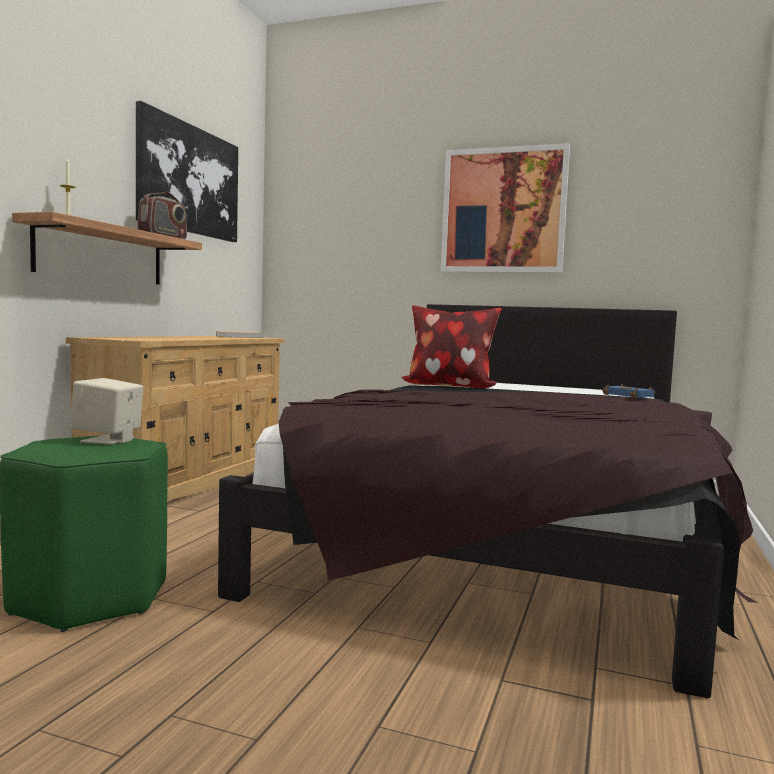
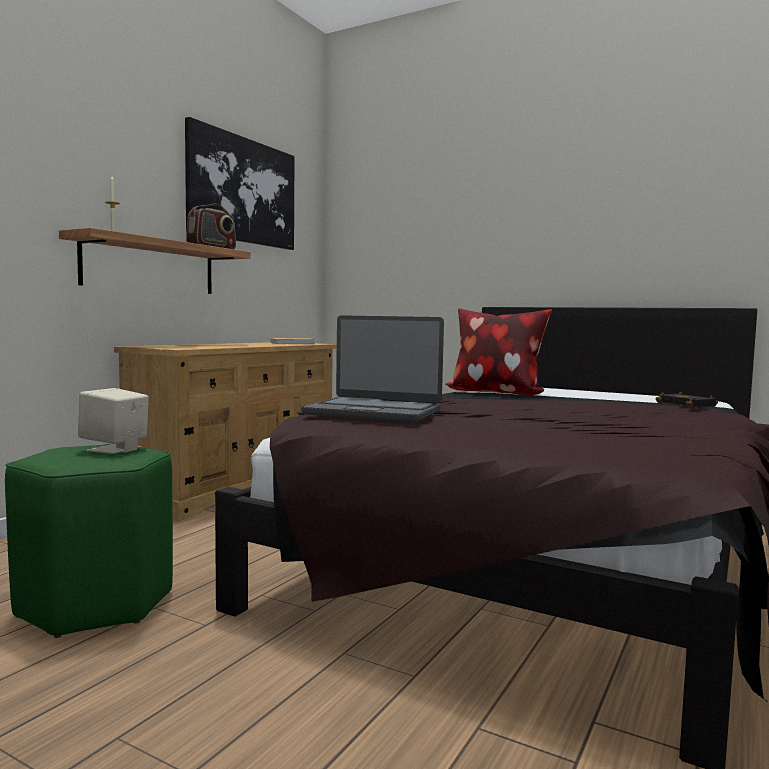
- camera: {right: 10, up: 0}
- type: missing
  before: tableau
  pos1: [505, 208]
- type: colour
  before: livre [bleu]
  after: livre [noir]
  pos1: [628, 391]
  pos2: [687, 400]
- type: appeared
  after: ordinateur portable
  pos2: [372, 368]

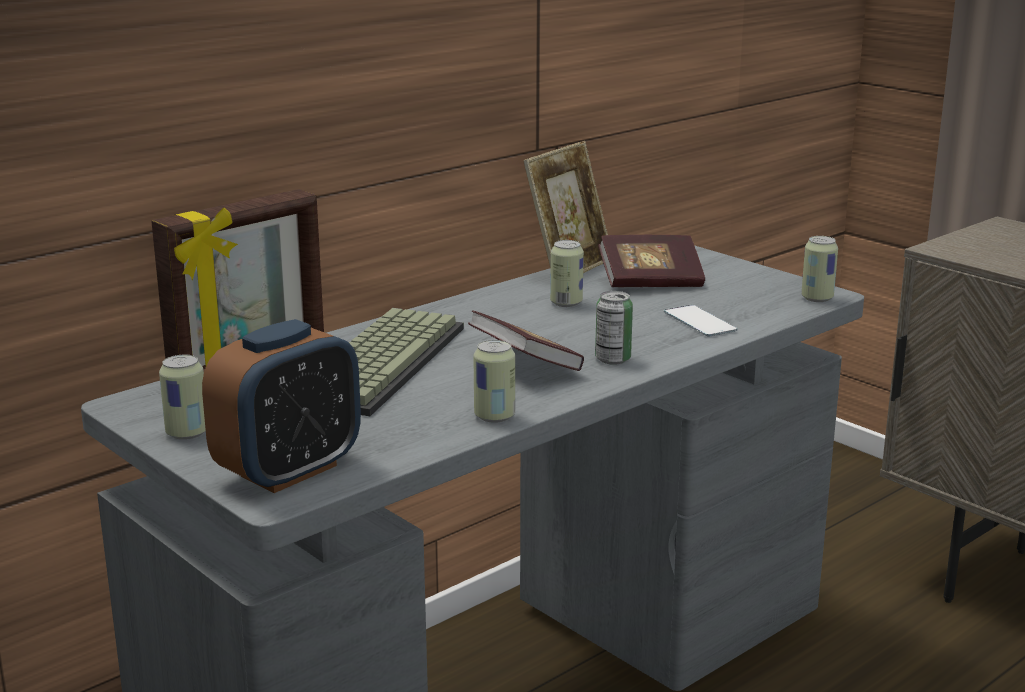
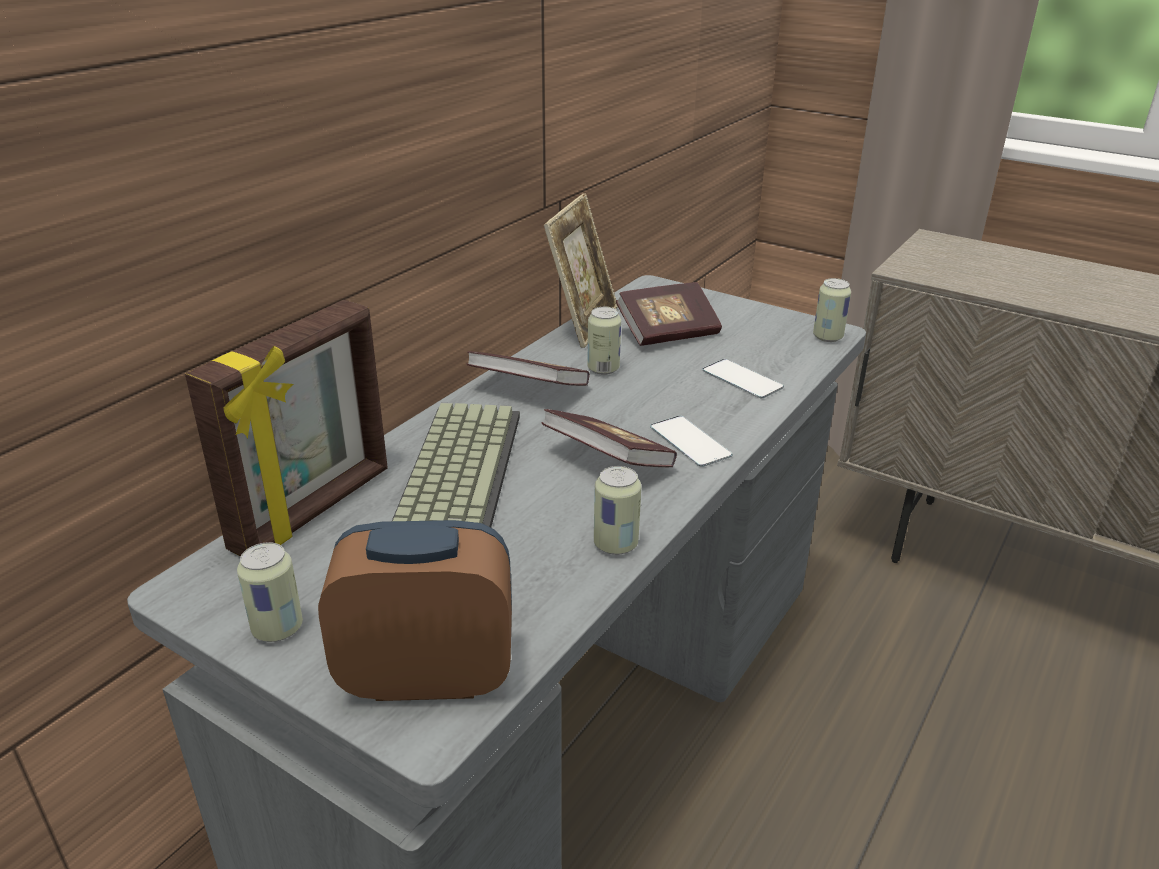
- camera: {right: -15, up: 10}
- type: spun
  before: réveil
  pos1: [281, 406]
  pos2: [415, 610]
  turn: -120
- type: exchanged
  before: boîte métallique
  after: téléphone
  pos1: [614, 328]
  pos2: [691, 441]
- type: appeared
  after: livre
  pos2: [528, 368]

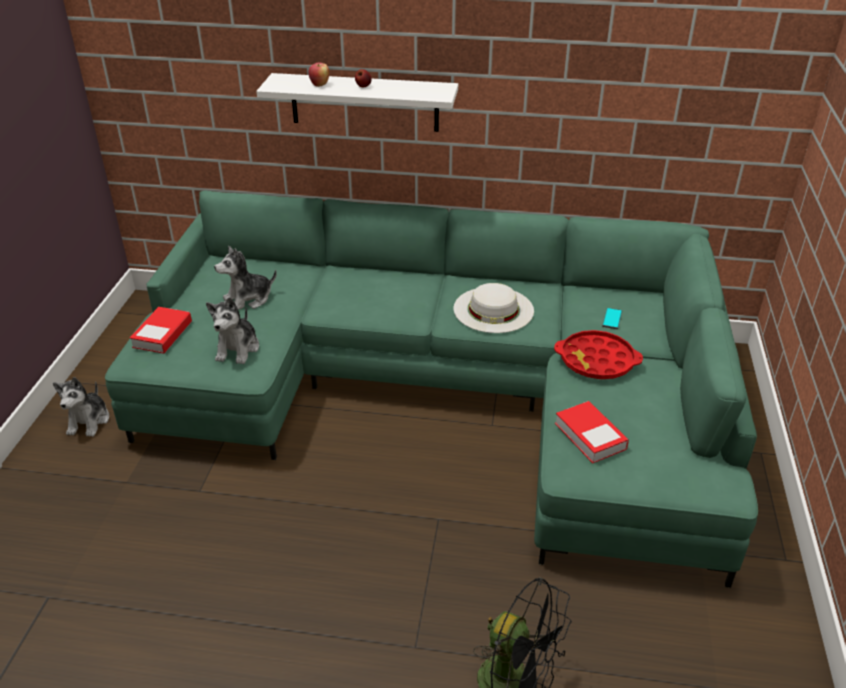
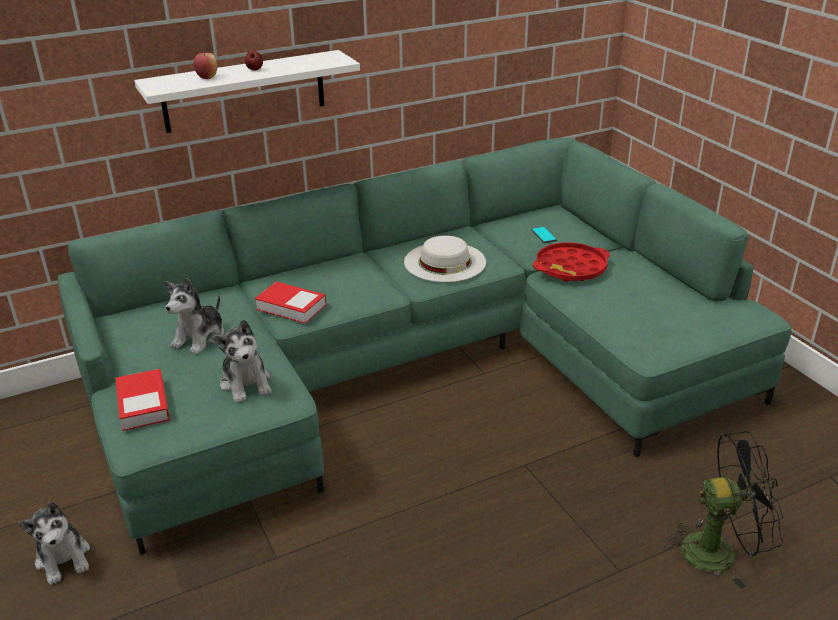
- camera: {right: -35, up: -5}
- type: relocated
  before: livre
  pos1: [592, 432]
  pos2: [290, 303]

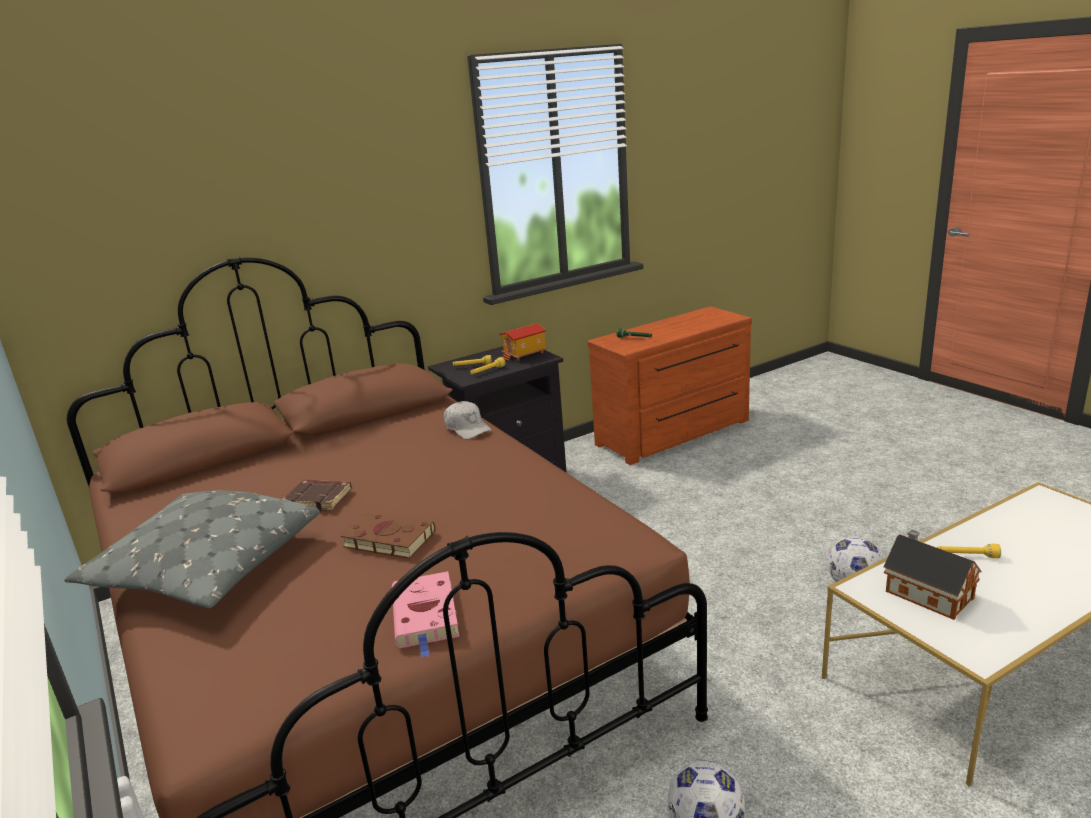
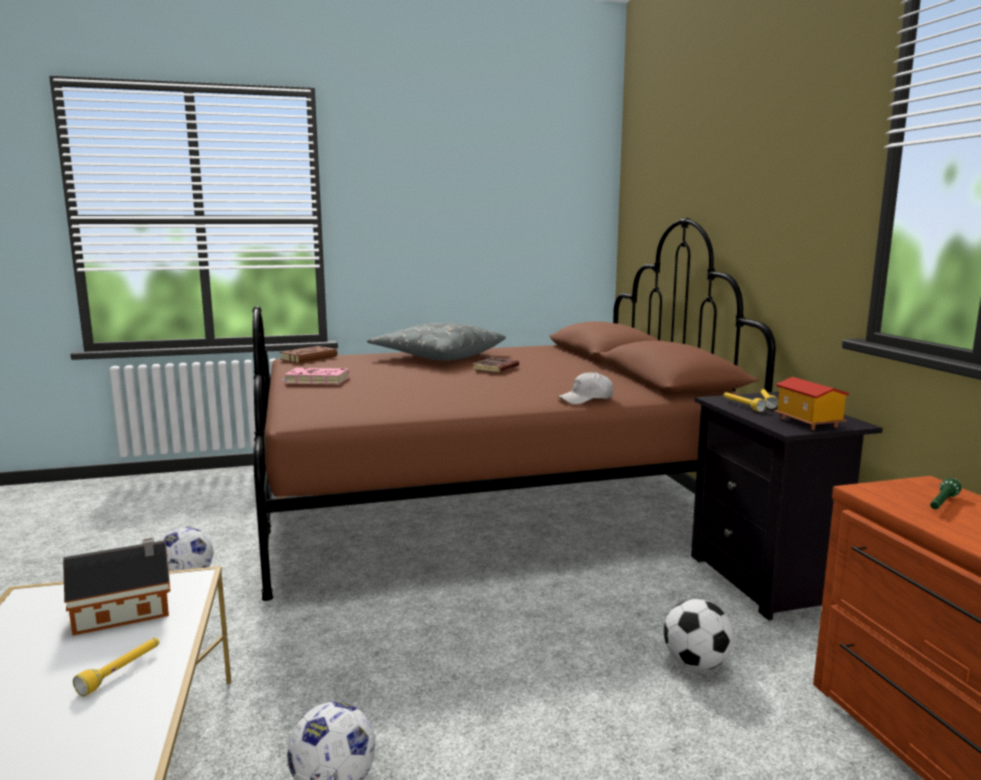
- camera: {right: 105, up: -10}
- type: relocated
  before: livre [marron]
  pos1: [388, 535]
  pos2: [308, 354]
- type: appeared
  after: ballon de foot
  pos2: [699, 634]

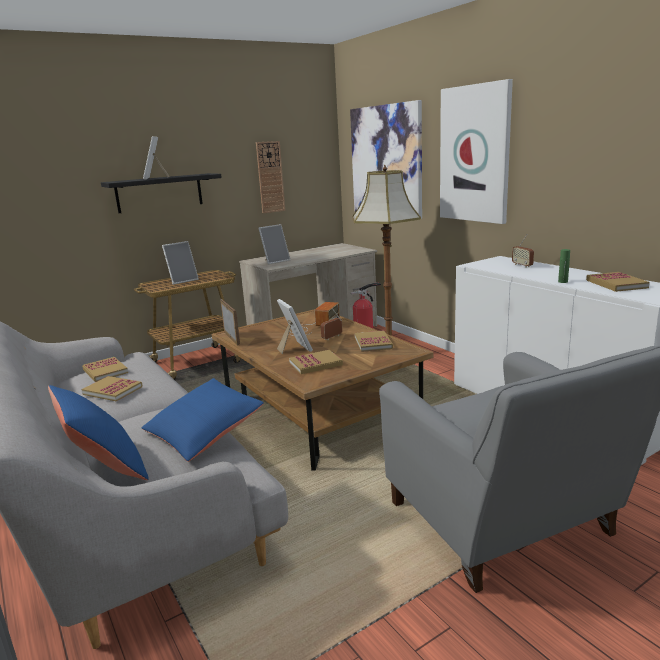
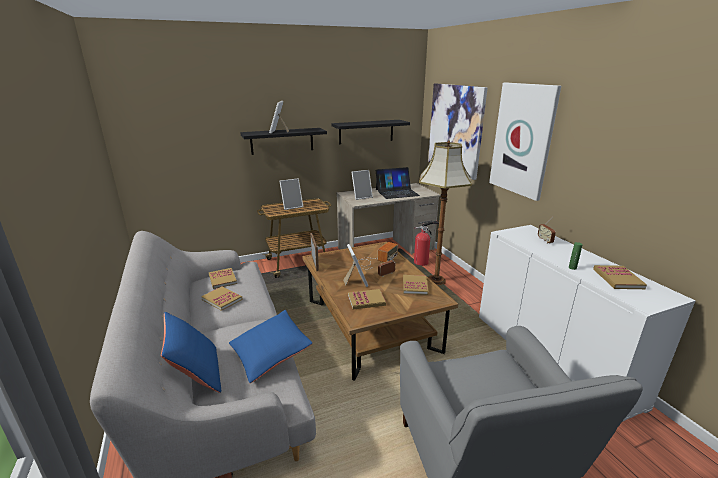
- camera: {right: 10, up: 5}
- type: exchanged
  before: horloge murale
  after: étagère [noir]
  pos1: [270, 177]
  pos2: [370, 132]
- type: appeared
  after: ordinateur portable
  pos2: [398, 183]

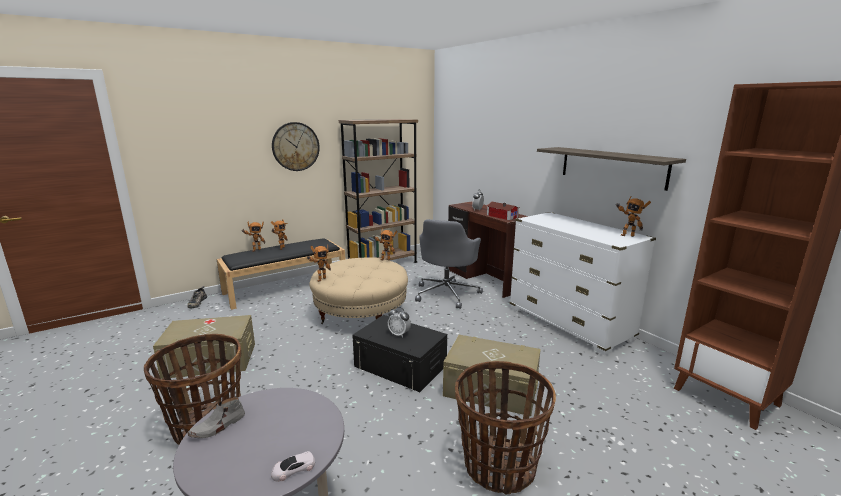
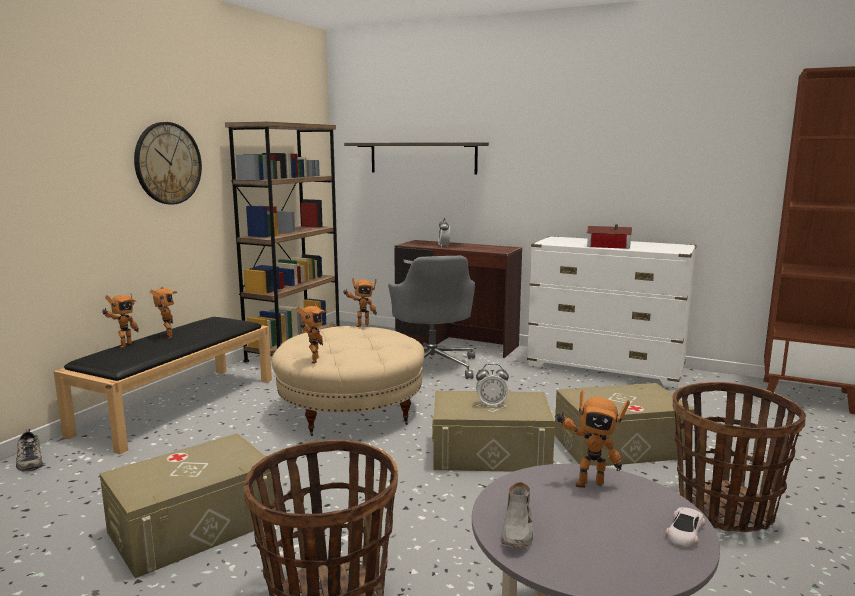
- camera: {right: -30, up: -5}
- type: colour
  before: boîte de rangement [noir]
  after: boîte de rangement [beige]
  pos1: [399, 353]
  pos2: [493, 431]
- type: relocated
  before: maison miniature
  pos1: [503, 211]
  pos2: [609, 236]
- type: relocated
  before: étagère
  pos1: [611, 169]
  pos2: [416, 158]
- type: relocated
  before: robot jouet
  pos1: [633, 217]
  pos2: [592, 439]

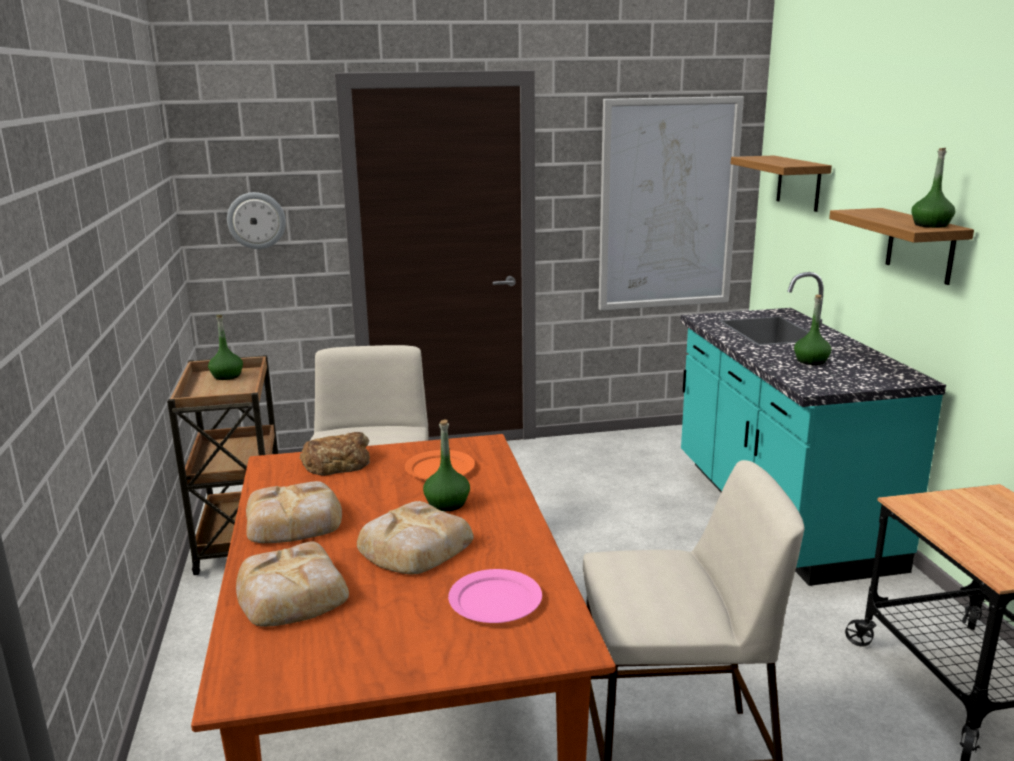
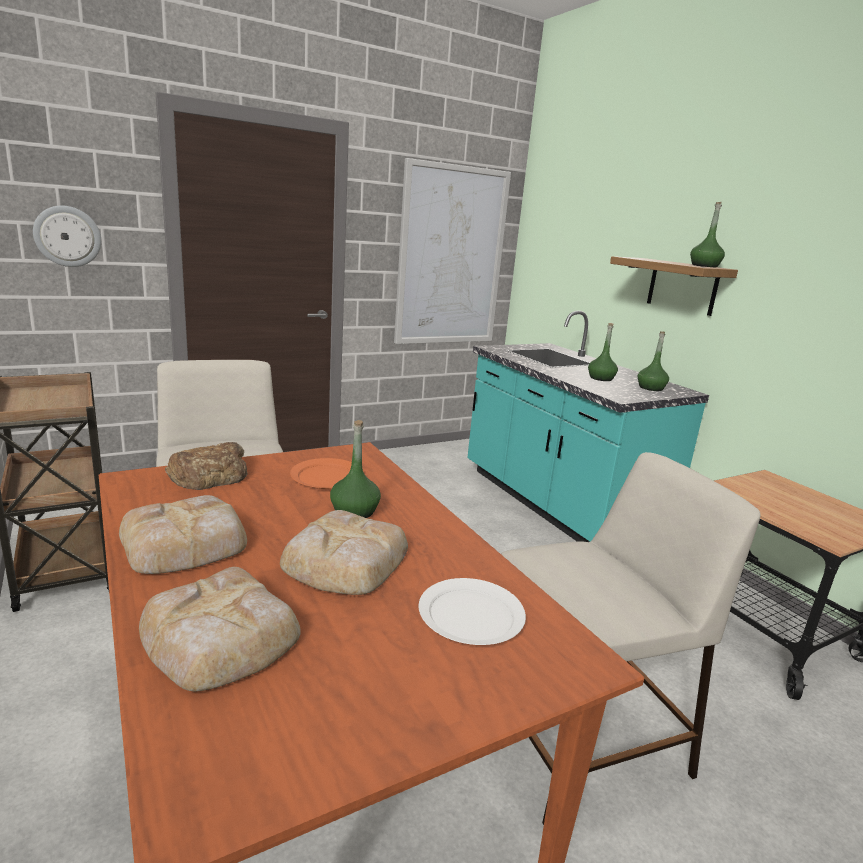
- camera: {right: -20, up: 0}
- type: relocated
  before: bouteille [vert]
  pos1: [225, 347]
  pos2: [653, 361]
- type: colour
  before: assiette [rose]
  after: assiette [blanc]
  pos1: [495, 596]
  pos2: [472, 611]
- type: missing
  before: étagère
  pos1: [781, 183]

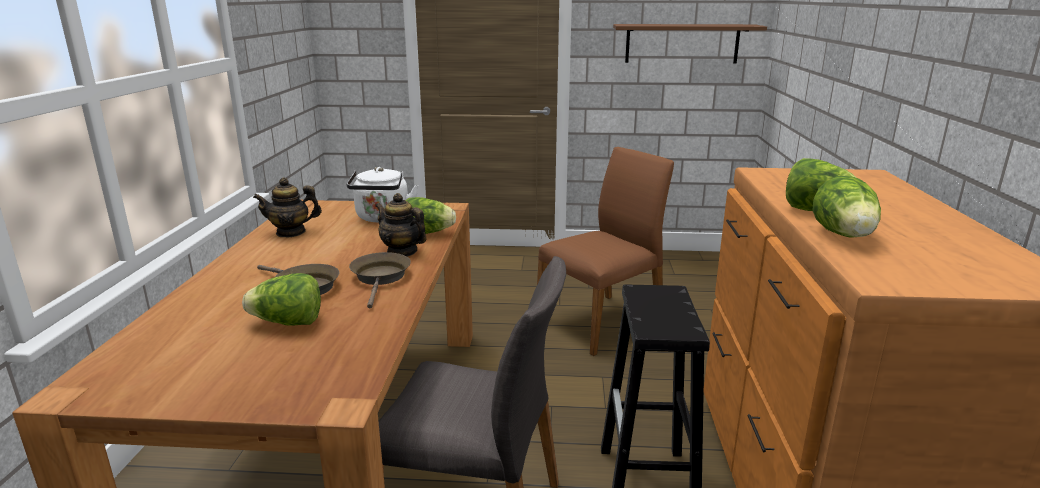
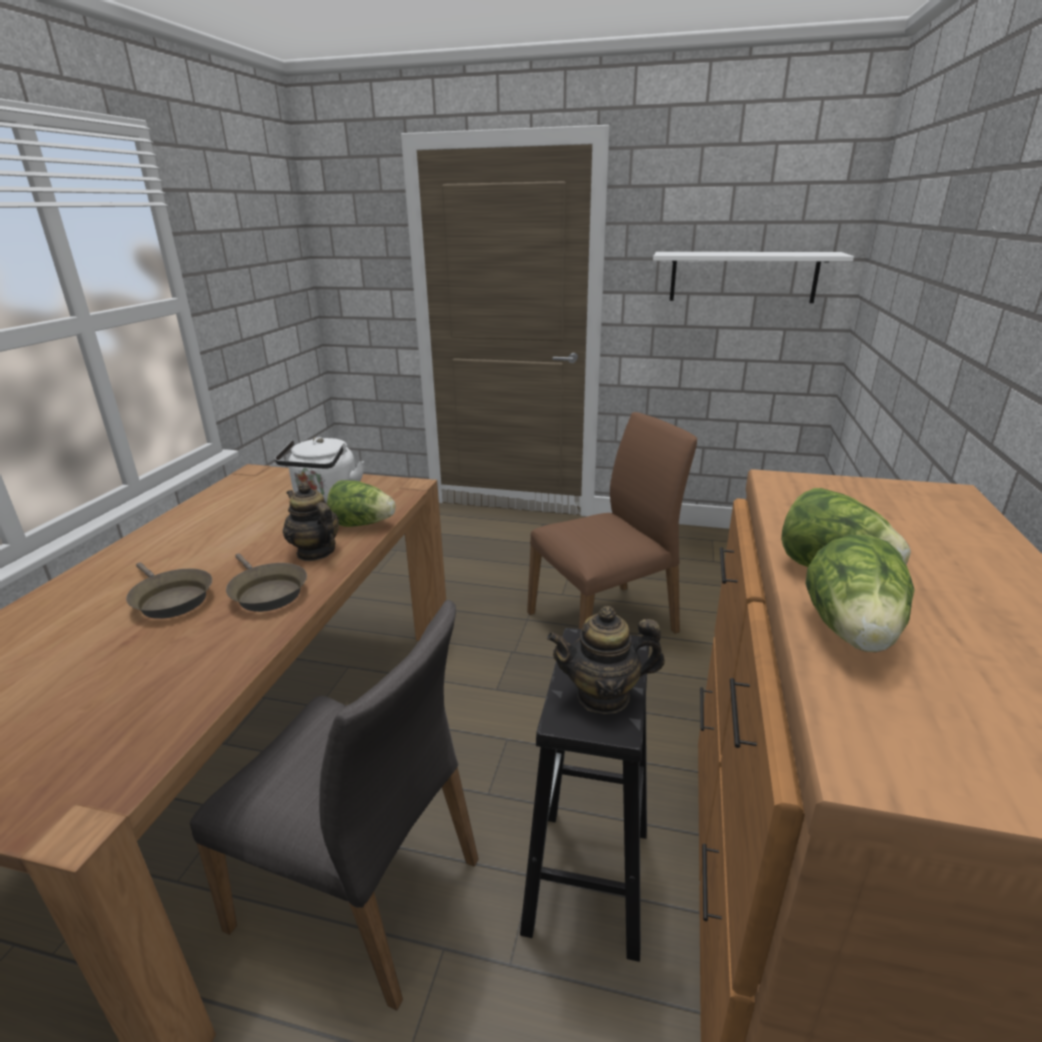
- camera: {right: 10, up: 5}
- type: missing
  before: laitue
  pos1: [281, 299]
- type: relocated
  before: théière
  pos1: [287, 207]
  pos2: [606, 660]
- type: spun
  before: poêle [marron]
  pos1: [380, 280]
  pos2: [266, 582]
  turn: 135
- type: colour
  before: étagère [marron]
  after: étagère [blanc]
  pos1: [690, 44]
  pos2: [753, 277]

